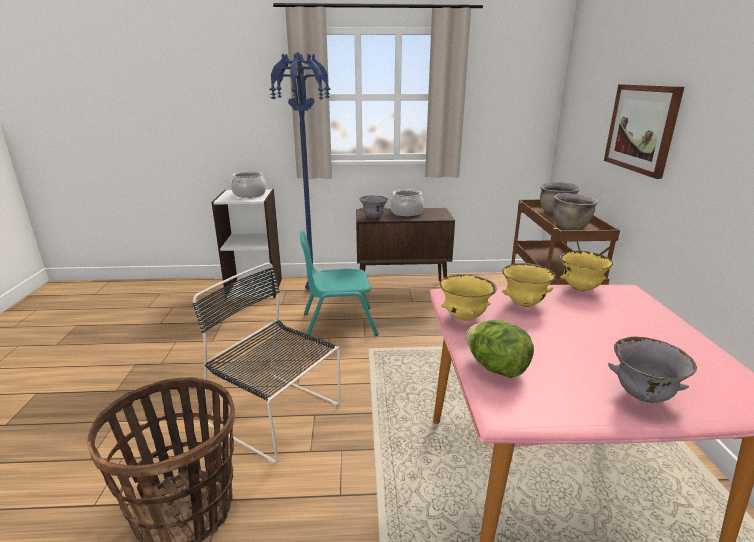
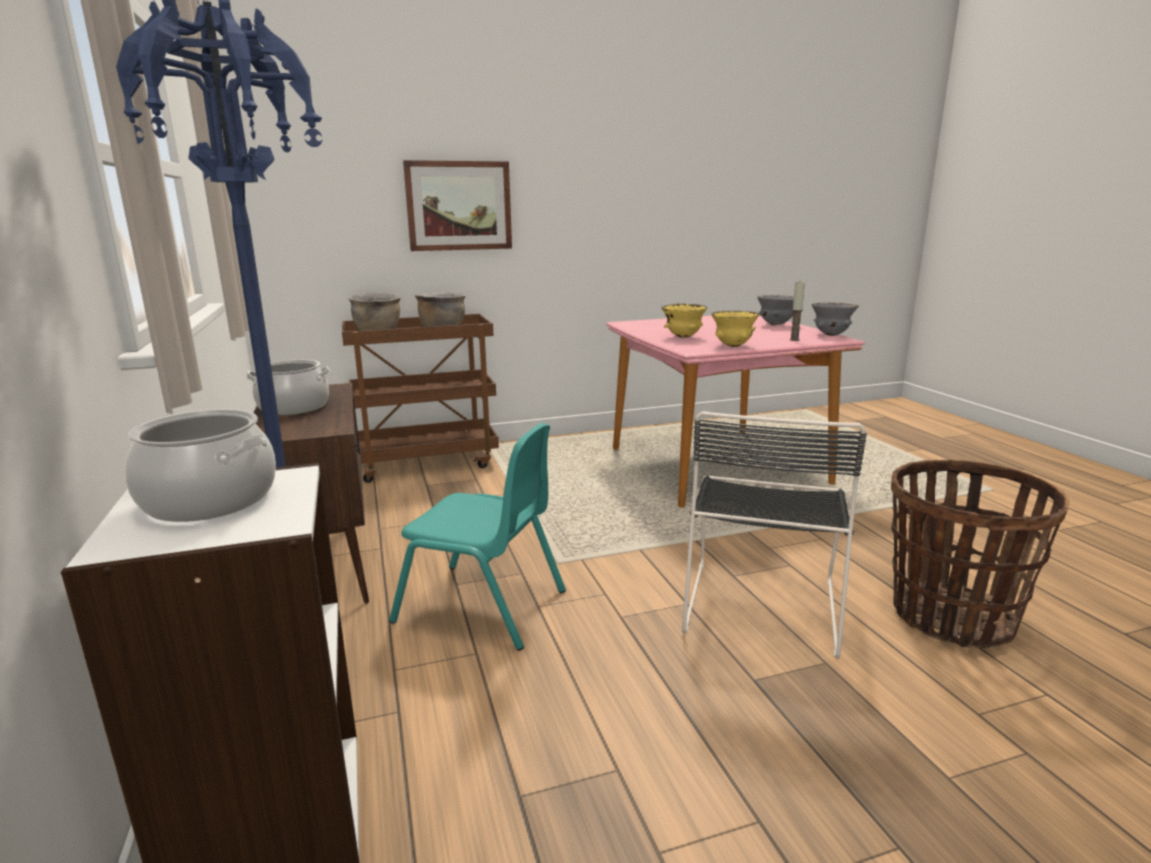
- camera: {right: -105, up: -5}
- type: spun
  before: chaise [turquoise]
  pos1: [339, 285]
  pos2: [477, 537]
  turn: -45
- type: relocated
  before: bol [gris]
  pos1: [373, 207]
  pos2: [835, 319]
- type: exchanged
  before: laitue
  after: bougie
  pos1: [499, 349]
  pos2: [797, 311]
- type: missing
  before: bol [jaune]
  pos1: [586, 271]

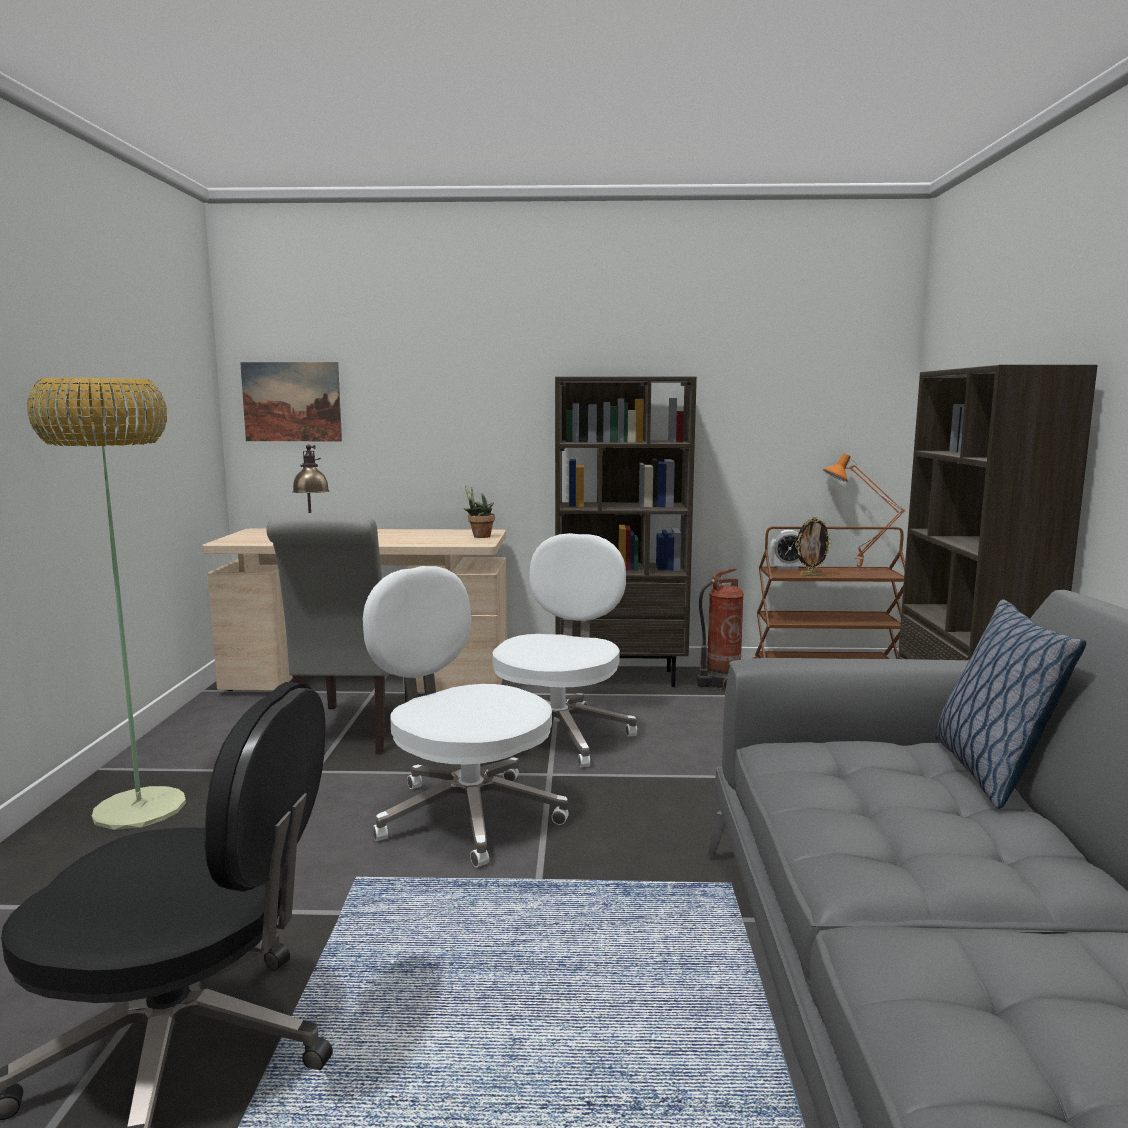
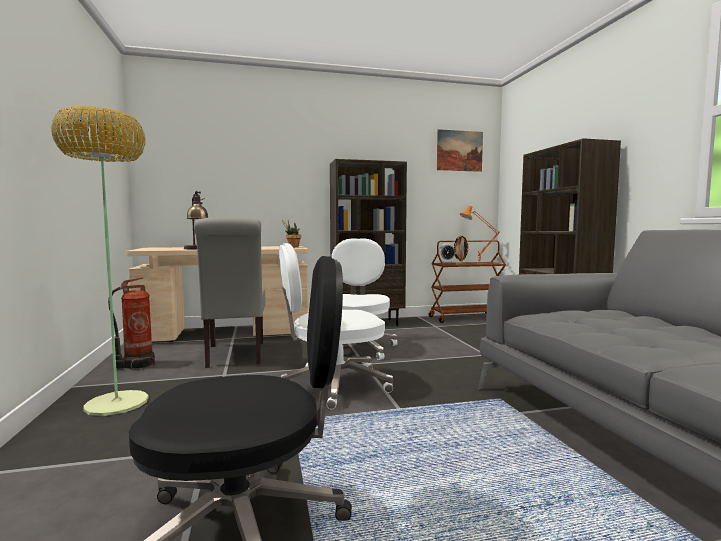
- camera: {right: -15, up: -5}
- type: relocated
  before: tableau
  pos1: [291, 401]
  pos2: [460, 150]
- type: spun
  before: chaise de bureau [blanc]
  pos1: [466, 716]
  pos2: [336, 326]
  turn: -45
- type: relocated
  before: extincteur
  pos1: [720, 629]
  pos2: [131, 324]
- type: missing
  before: coussin
  pos1: [1010, 704]

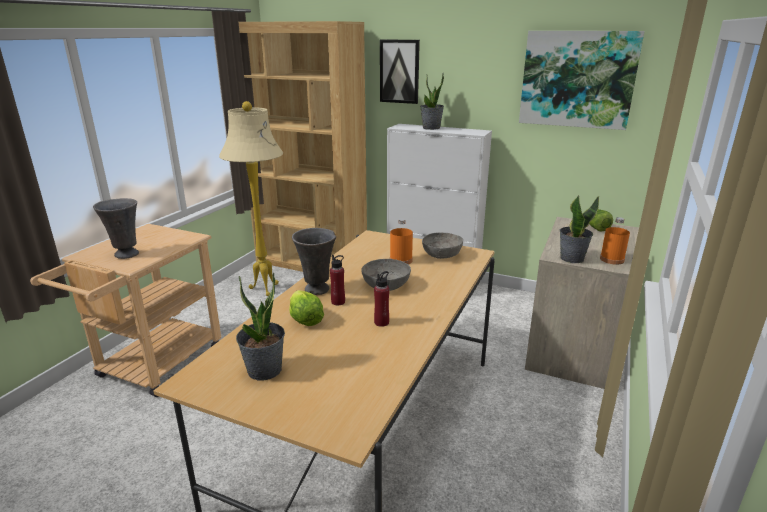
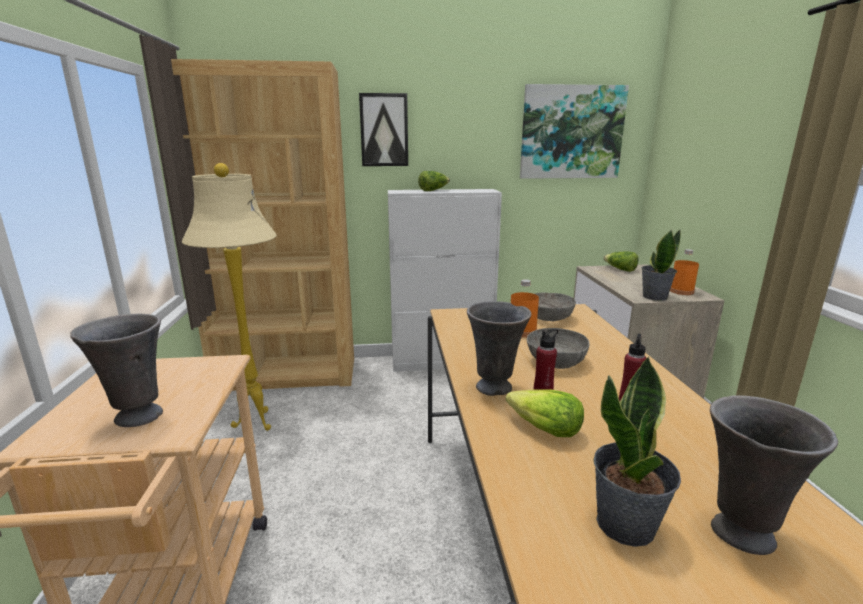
- camera: {right: -30, up: -5}
- type: exchanged
  before: plante en pot
  after: laitue
  pos1: [432, 101]
  pos2: [434, 181]
- type: appeared
  after: vase [gris]
  pos2: [774, 475]

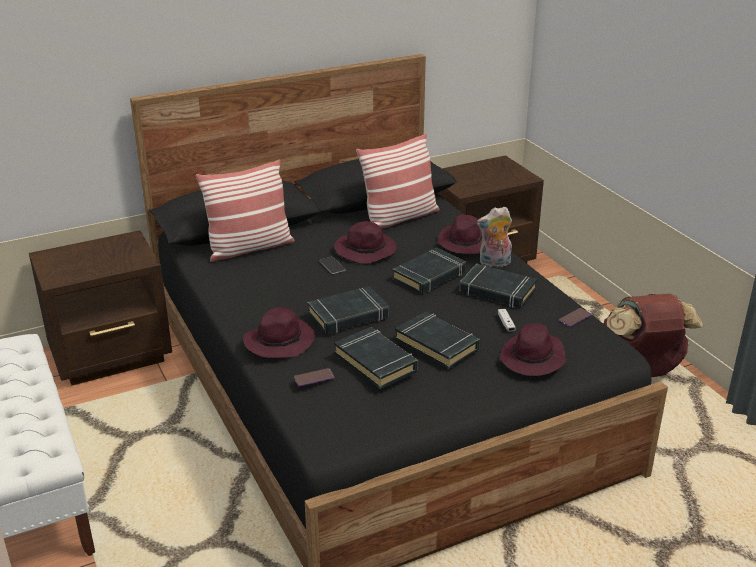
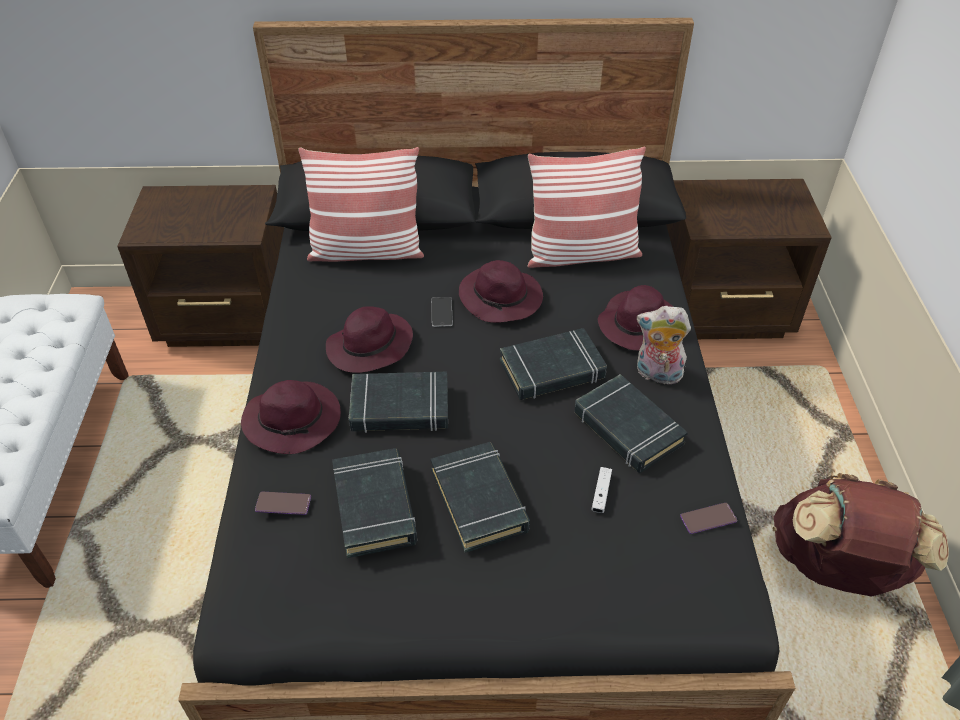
- camera: {right: 25, up: 15}
- type: relocated
  before: chapeau [violet]
  pos1: [533, 350]
  pos2: [369, 339]

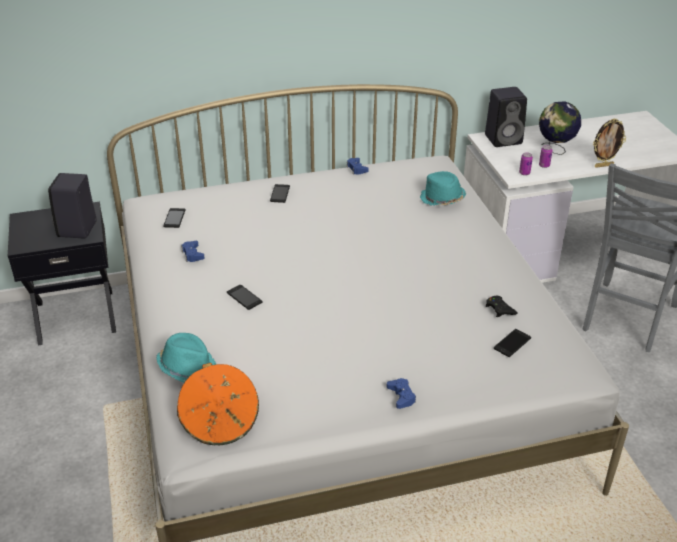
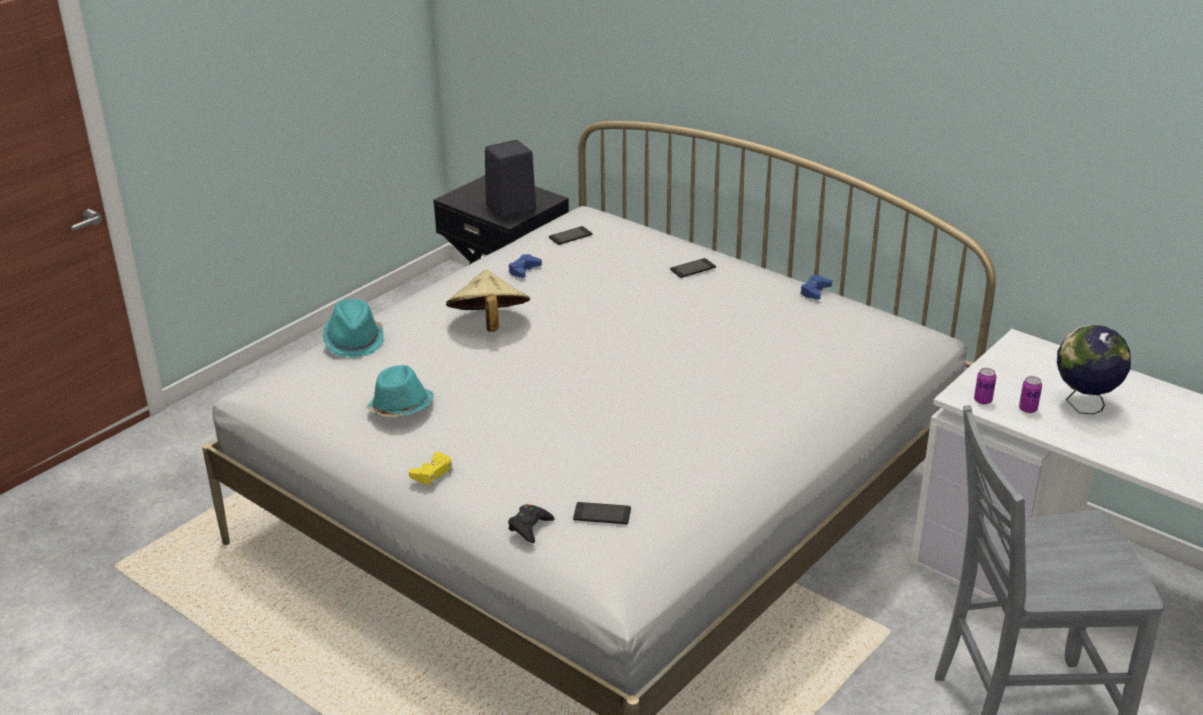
- camera: {right: 55, up: -5}
- type: missing
  before: chapeau [orange]
  pos1: [218, 404]
- type: exchanged
  before: téléphone
  after: chapeau [beige]
  pos1: [244, 297]
  pos2: [488, 301]
- type: colour
  before: manette [bleu]
  after: manette [jaune]
  pos1: [401, 393]
  pos2: [431, 468]
- type: relocated
  before: chapeau [turquoise]
  pos1: [443, 188]
  pos2: [400, 391]
- type: missing
  before: enceinte [noir]
  pos1: [506, 117]
- type: relocated
  before: manette [noir]
  pos1: [502, 306]
  pos2: [531, 524]
- type: missing
  before: cadre photo
  pos1: [609, 143]

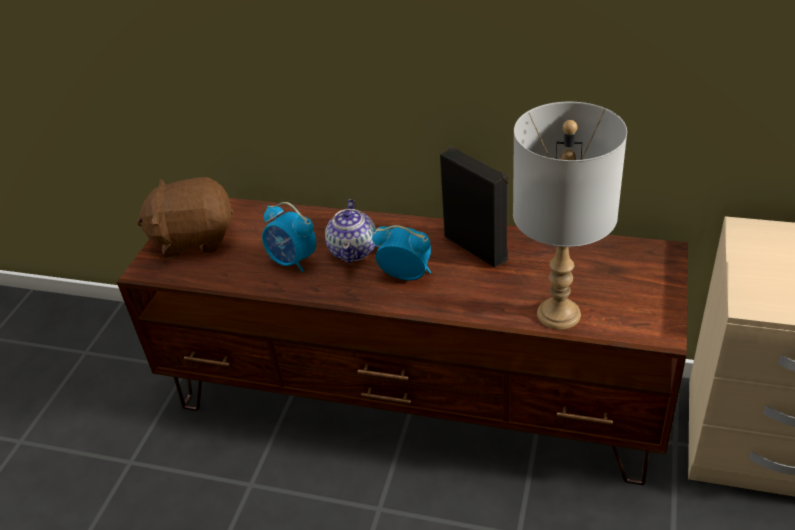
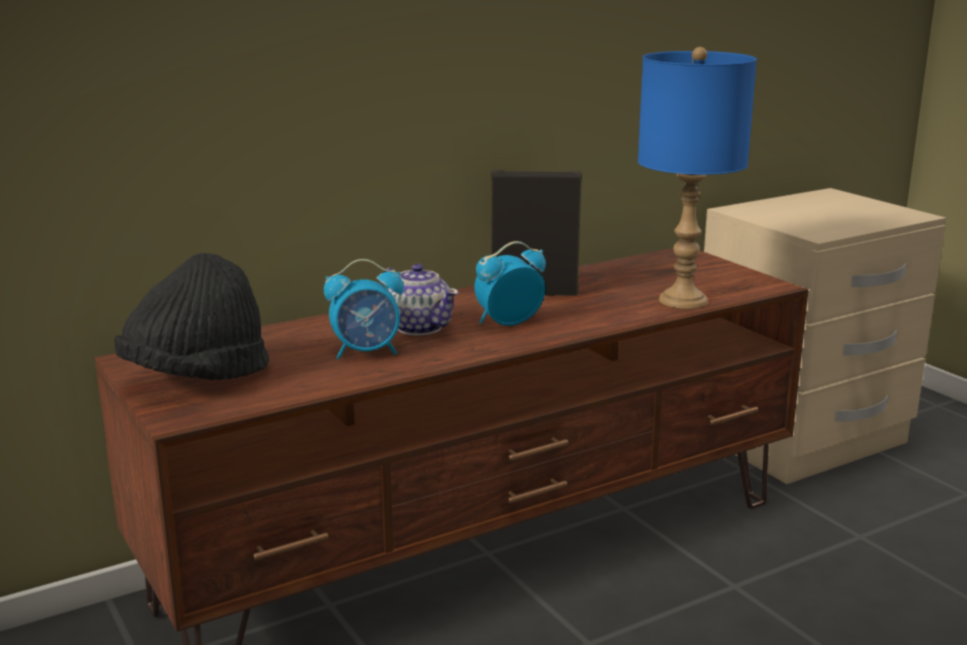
- camera: {right: -50, up: -20}
- type: exchanged
  before: peluche [marron]
  after: chapeau [noir]
  pos1: [185, 217]
  pos2: [191, 316]
- type: colour
  before: lampe de table [gris]
  after: lampe de table [bleu]
  pos1: [570, 215]
  pos2: [697, 178]

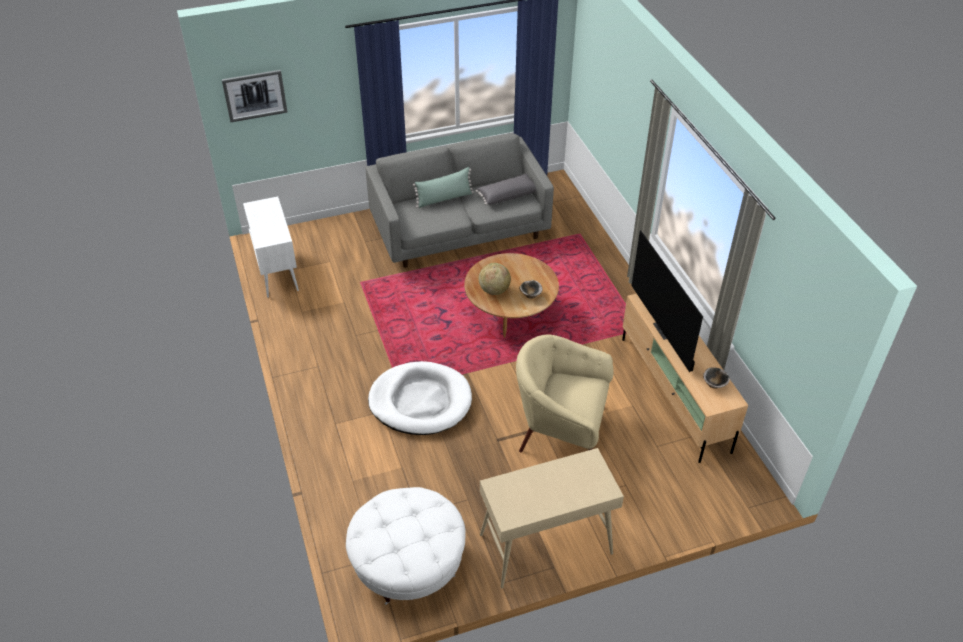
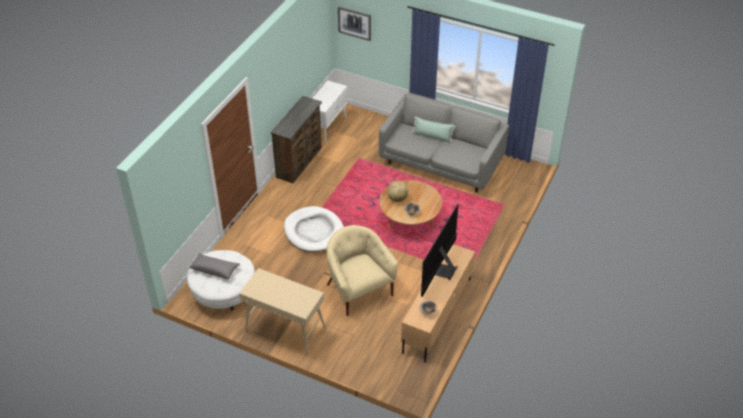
- camera: {right: 45, up: 0}
- type: relocated
  before: coussin [gris]
  pos1: [506, 189]
  pos2: [214, 266]
- type: appeared
  after: commode [marron]
  pos2: [296, 139]

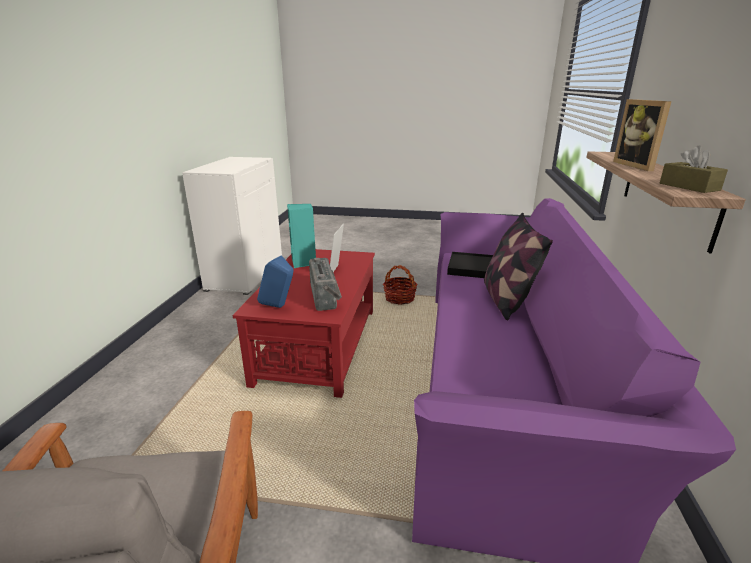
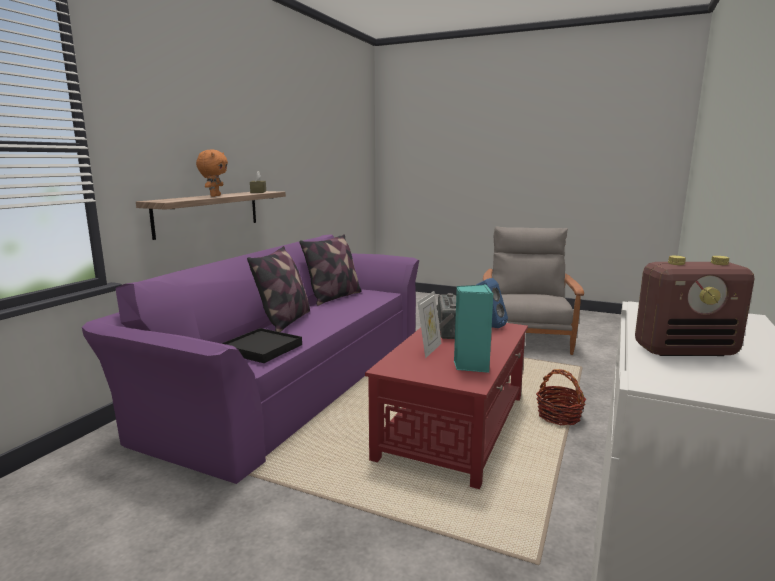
- camera: {right: -165, up: -10}
- type: relocated
  before: panier
  pos1: [400, 285]
  pos2: [561, 397]
- type: exchanged
  before: cadre photo
  after: peluche [orange]
  pos1: [642, 135]
  pos2: [212, 173]
- type: appeared
  after: coussin
  pos2: [330, 270]
- type: appeared
  after: radio
  pos2: [694, 306]

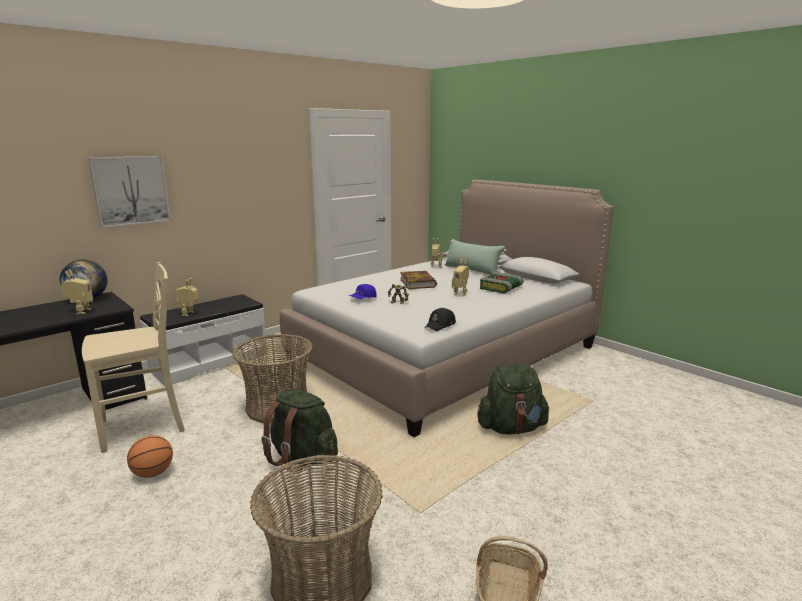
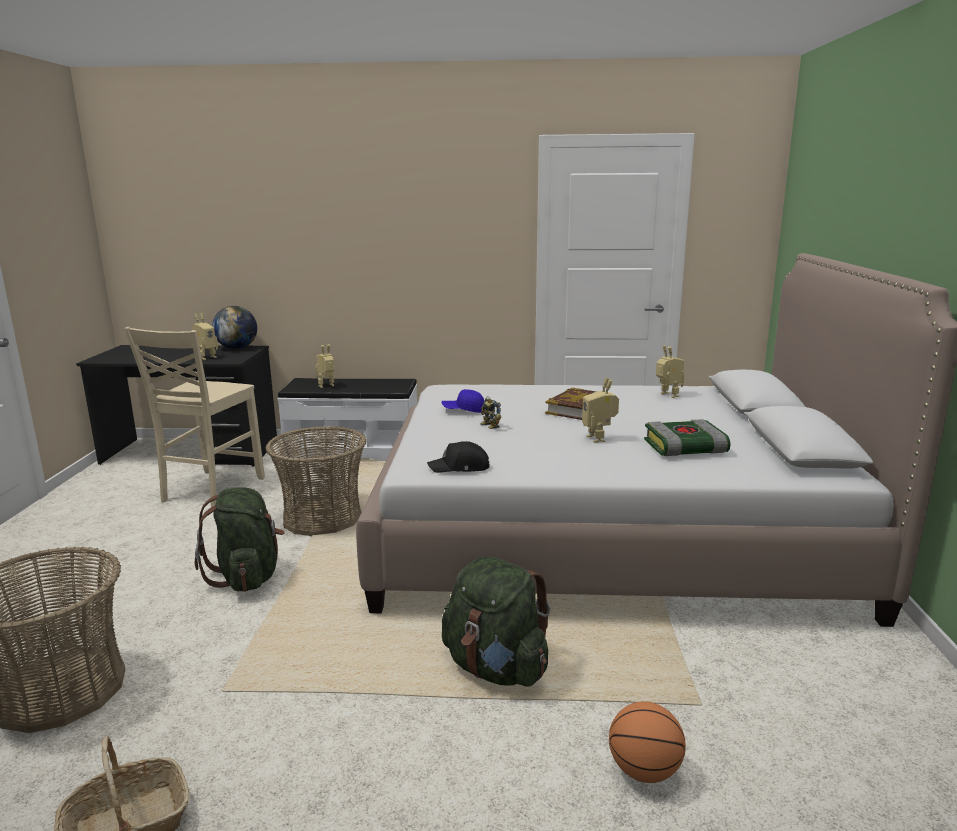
- camera: {right: 45, up: 0}
- type: spun
  before: chaise [beige]
  pos1: [133, 357]
  pos2: [194, 417]
  turn: 90
- type: missing
  before: tableau
  pos1: [129, 192]
- type: relocated
  before: ballon de basket
  pos1: [150, 456]
  pos2: [647, 742]
- type: missing
  before: coussin [vert]
  pos1: [475, 257]

